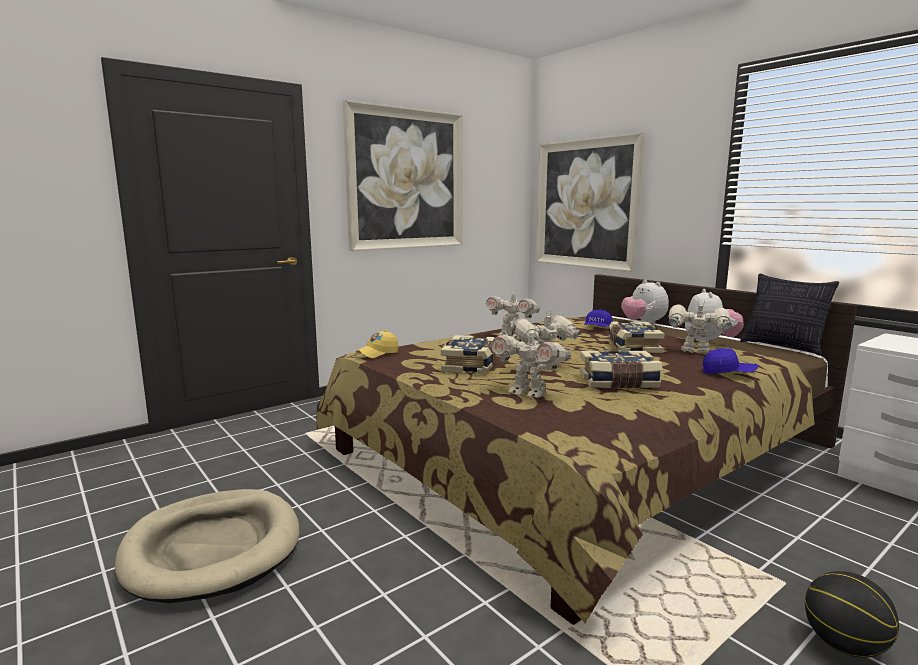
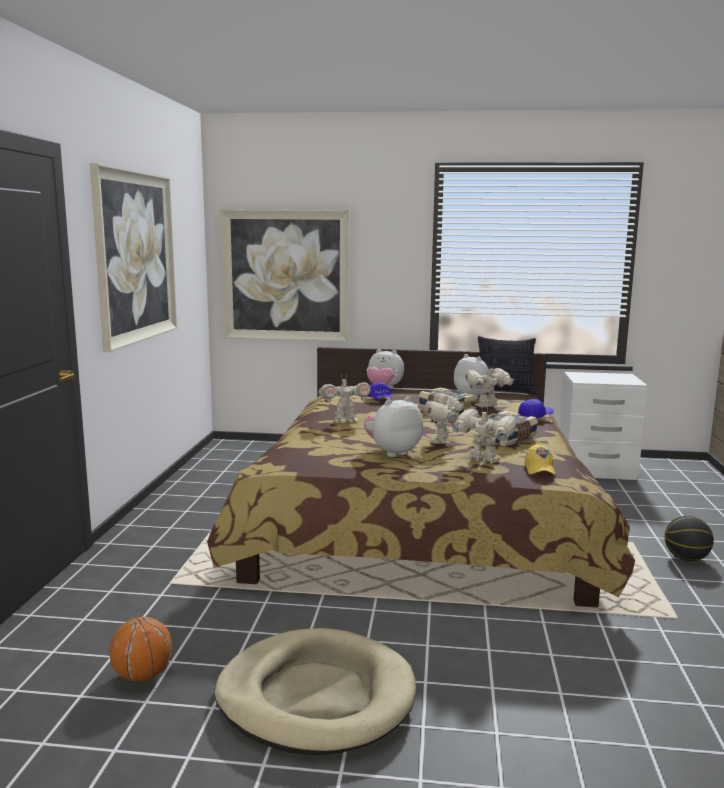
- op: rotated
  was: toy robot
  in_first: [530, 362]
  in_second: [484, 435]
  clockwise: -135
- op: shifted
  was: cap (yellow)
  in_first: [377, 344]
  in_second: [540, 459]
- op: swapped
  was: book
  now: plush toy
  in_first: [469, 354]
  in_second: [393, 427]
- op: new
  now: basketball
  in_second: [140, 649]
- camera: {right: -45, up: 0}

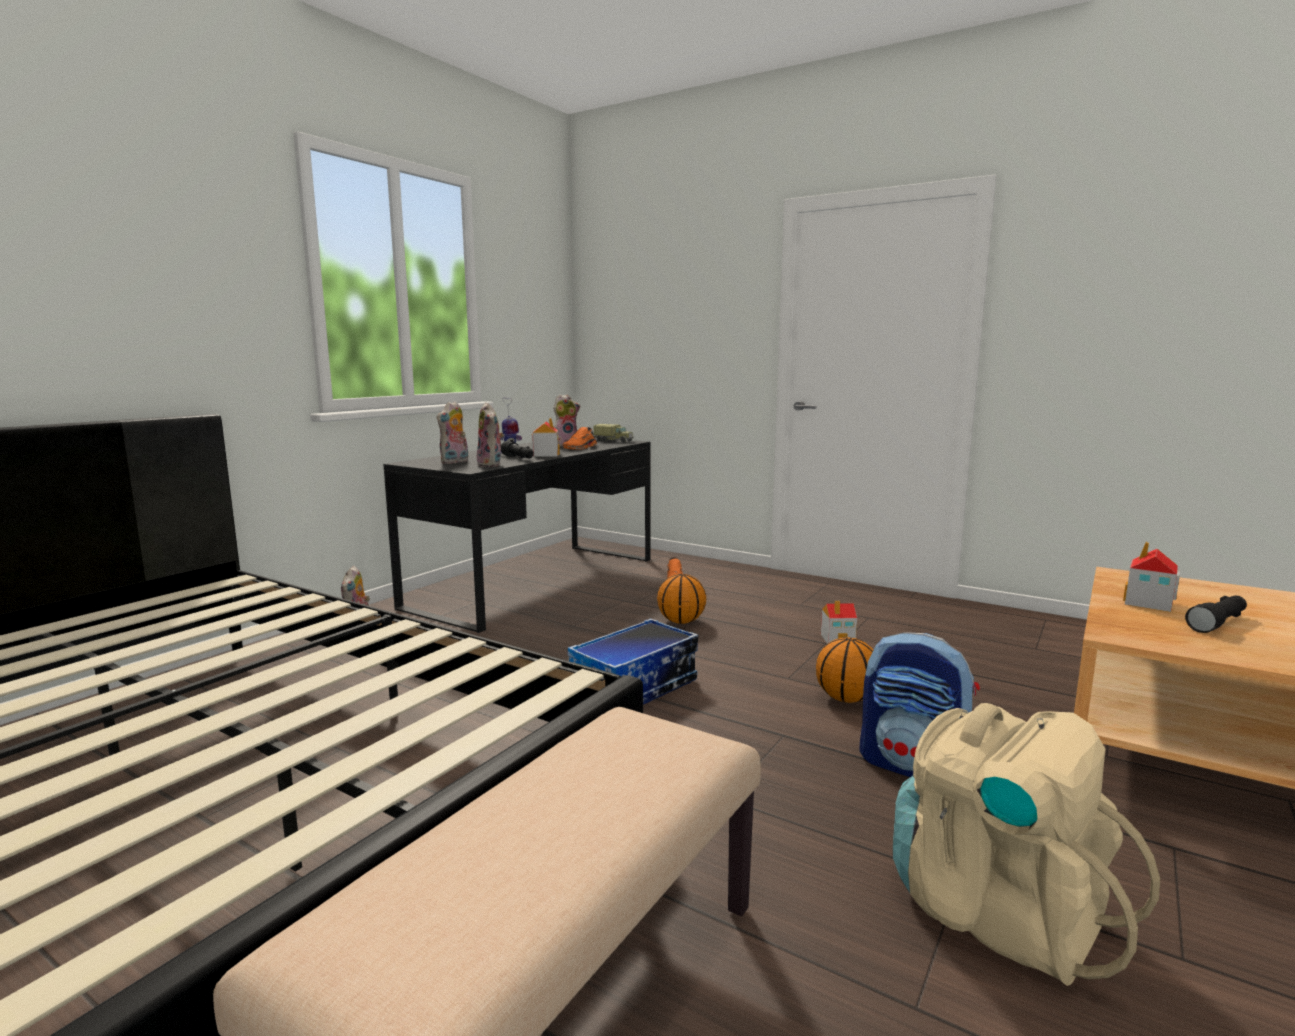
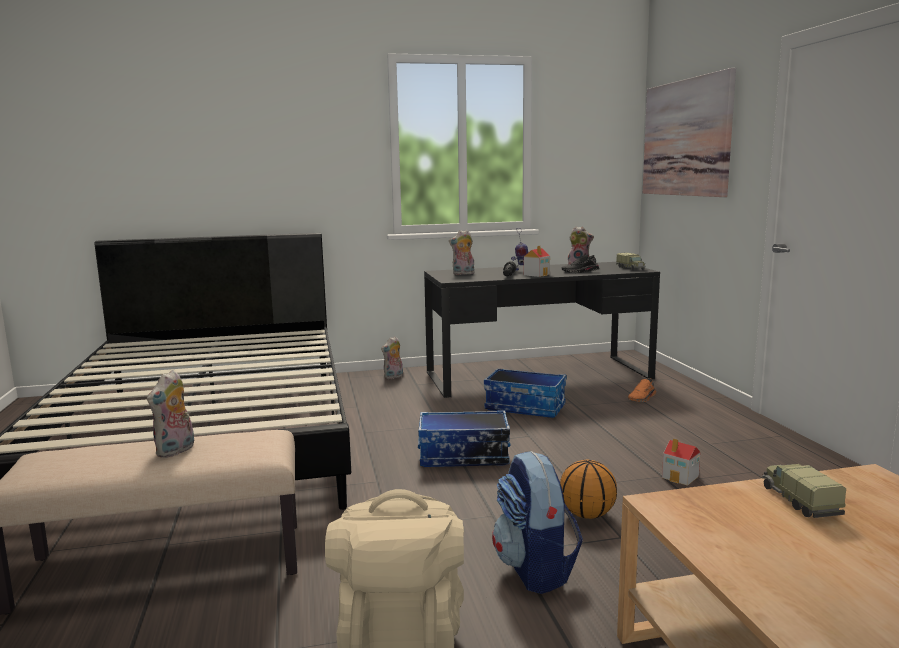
- op: shifted
  was: plush toy
  in_first: [490, 434]
  in_second: [170, 414]
- op: repainted
  was: shoe (orange)
  now: shoe (black)
  in_first: [580, 438]
  in_second: [581, 263]
- op: swapped
  was: toy house
  now: toy truck
  in_first: [1151, 577]
  in_second: [804, 491]
- op: gone
  was: basketball
  in_first: [681, 599]
- op: gone
  was: flashlight (black)
  in_first: [1216, 614]
- op: new
  now: picture
  in_second: [689, 132]
- op: new
  now: storage box
  in_second: [525, 393]
- camera: {right: 45, up: 0}

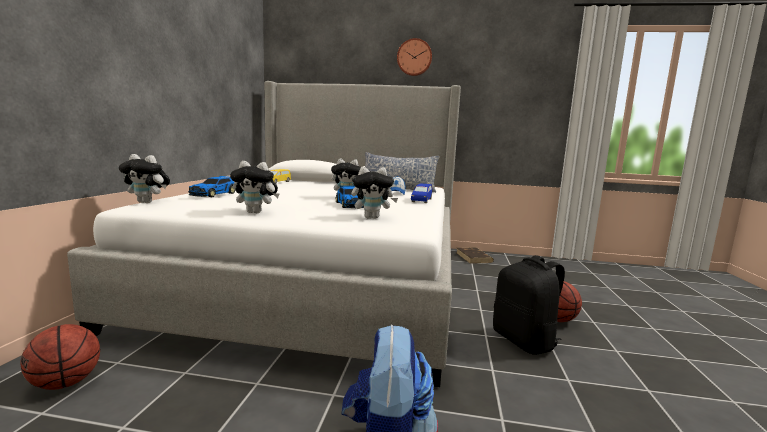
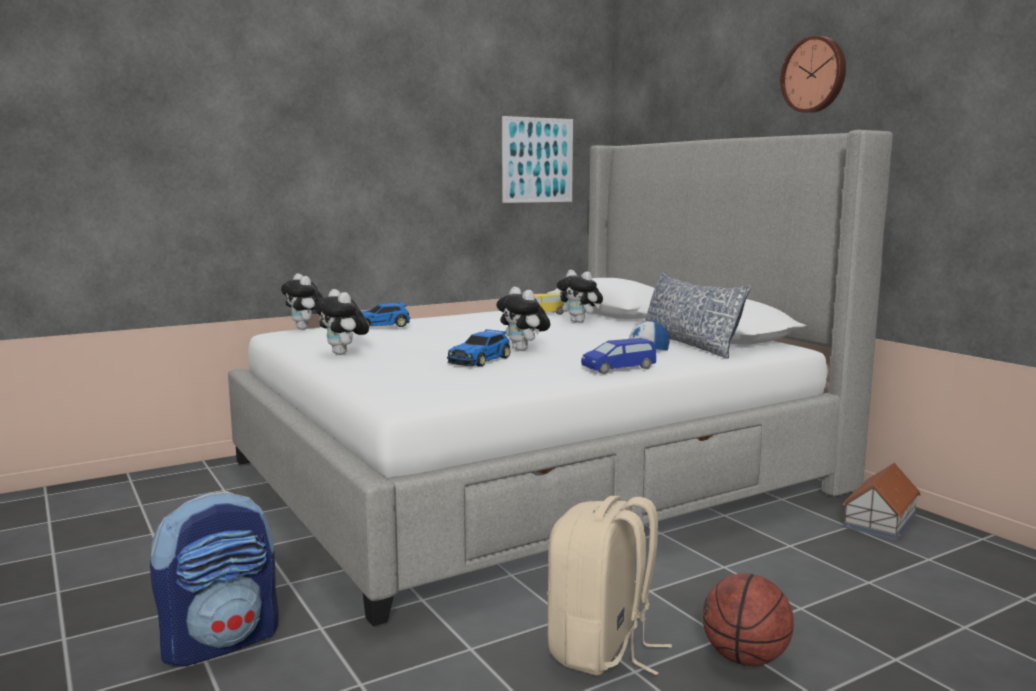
- op: shifted
  was: plush toy
  in_first: [374, 192]
  in_second: [580, 296]
- op: swapped
  was: book (brown)
  now: toy house
  in_first: [475, 256]
  in_second: [881, 501]
- op: repainted
  was: backpack (black)
  now: backpack (beige)
  in_first: [529, 305]
  in_second: [609, 586]
- op: gone
  was: basketball
  in_first: [60, 357]
- op: new
  now: picture
  in_second: [537, 159]
- camera: {right: 50, up: 0}

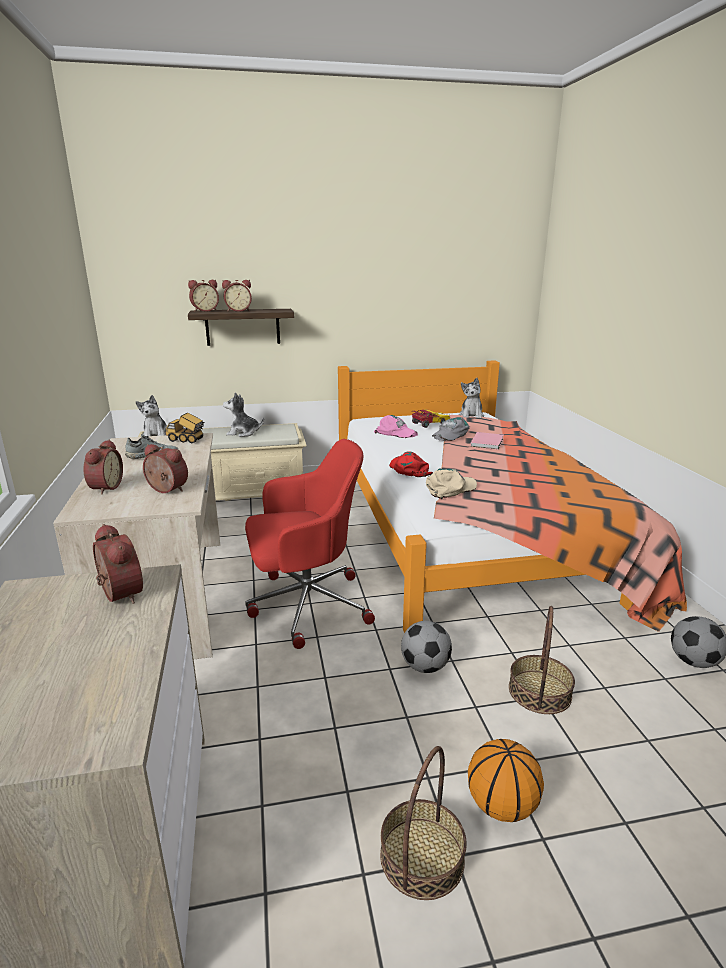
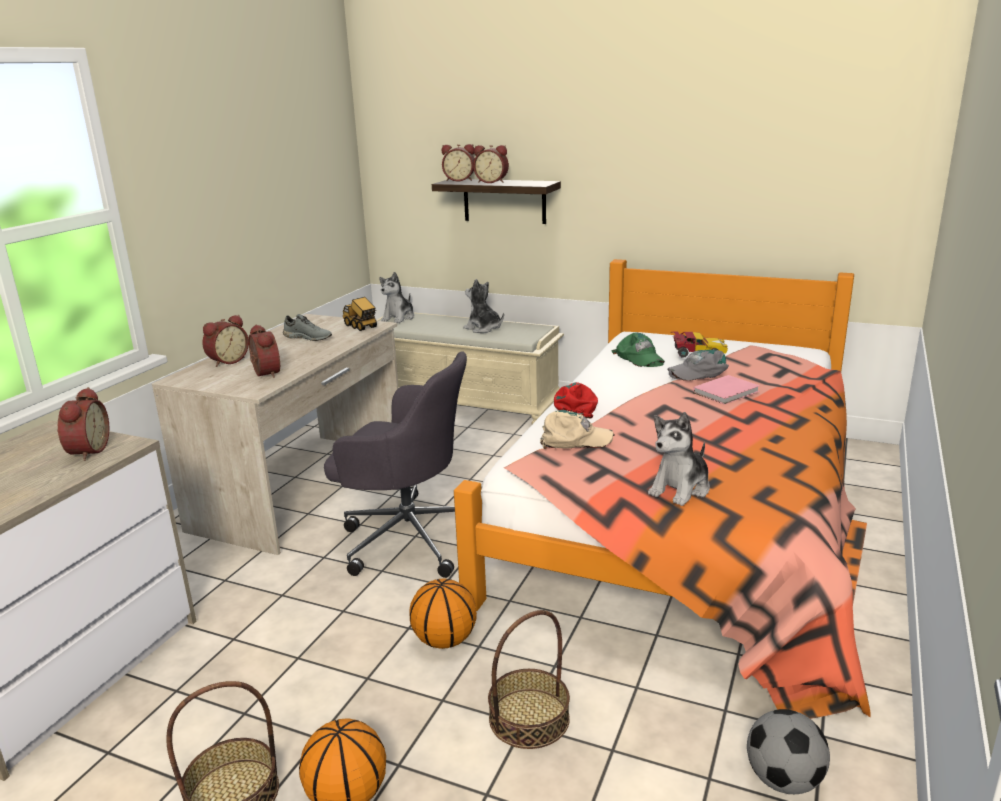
- op: shifted
  was: plush toy
  in_first: [471, 398]
  in_second: [679, 459]
- op: repainted
  was: cap (pink)
  now: cap (green)
  in_first: [396, 426]
  in_second: [638, 349]
- op: repainted
  was: office chair (red)
  now: office chair (grey)
  in_first: [310, 544]
  in_second: [395, 464]
- op: swapped
  was: football
  now: basketball
  in_first: [426, 647]
  in_second: [443, 613]
- camera: {right: 35, up: 0}

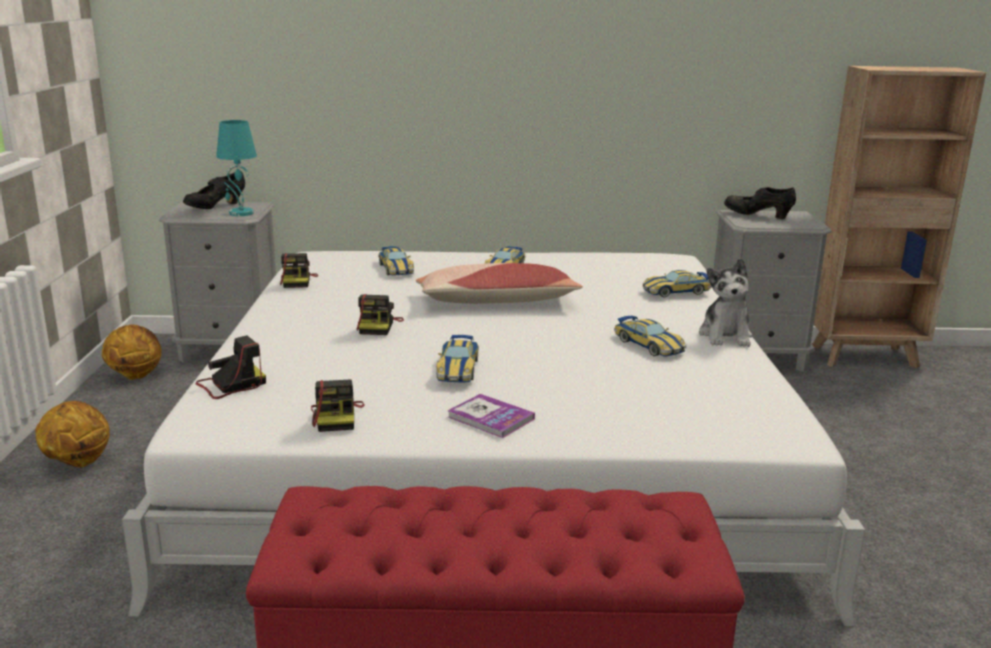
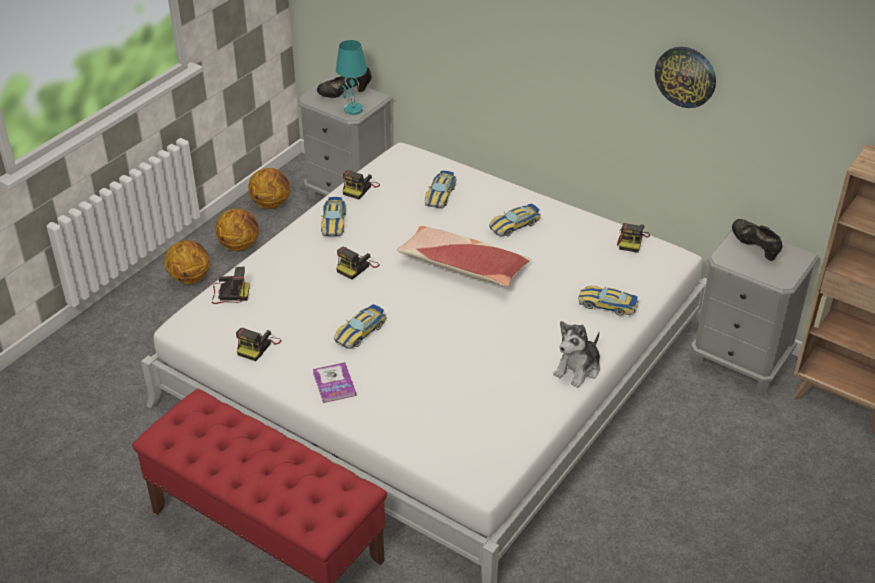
- op: shifted
  was: toy car
  in_first: [650, 336]
  in_second: [333, 216]
- op: new
  now: wall clock
  in_second: [685, 77]
- op: new
  now: basketball
  in_second: [237, 230]
- op: new
  now: photo camera
  in_second: [633, 238]
- camera: {right: 35, up: 20}

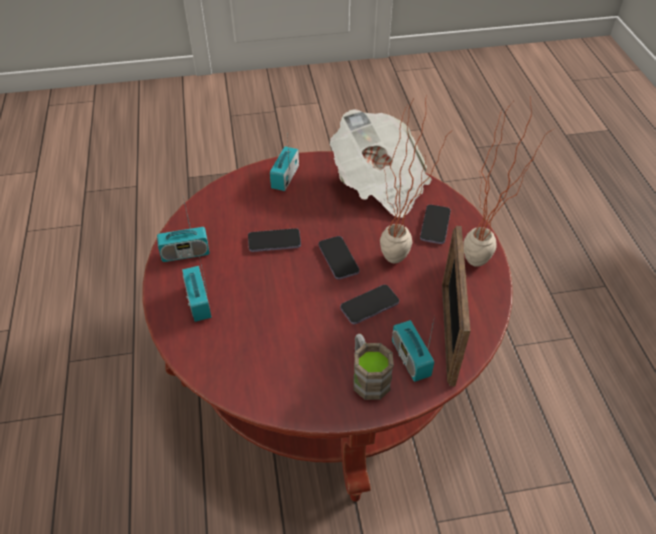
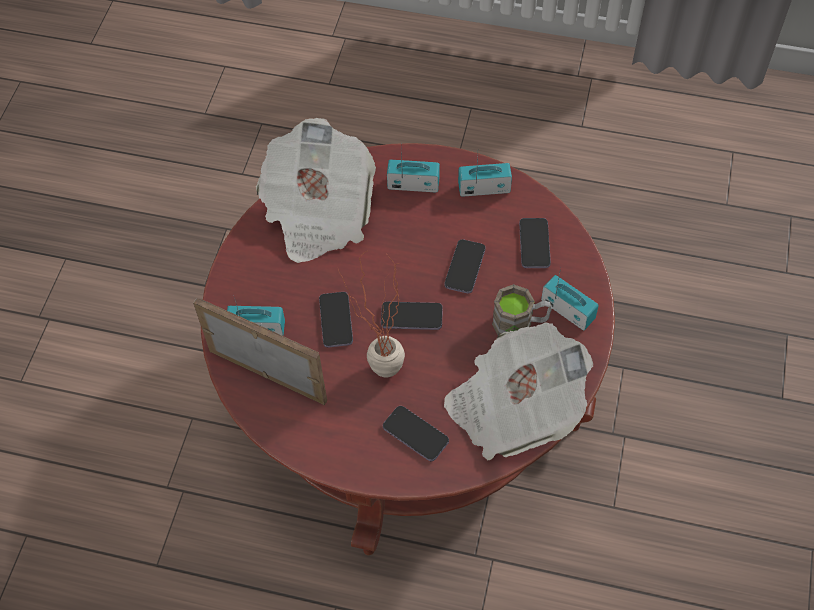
- op: gone
  was: potted plant
  in_first: [509, 182]
- op: rotated
  was: radio
  in_first: [183, 229]
  in_second: [485, 176]
  clockwise: 75
- op: shifted
  was: mug (brown)
  in_first: [373, 367]
  in_second: [522, 310]
- op: new
  now: newspaper
  in_second: [316, 190]
- op: new
  now: phone
  in_second: [535, 243]
- camera: {right: 115, up: 10}

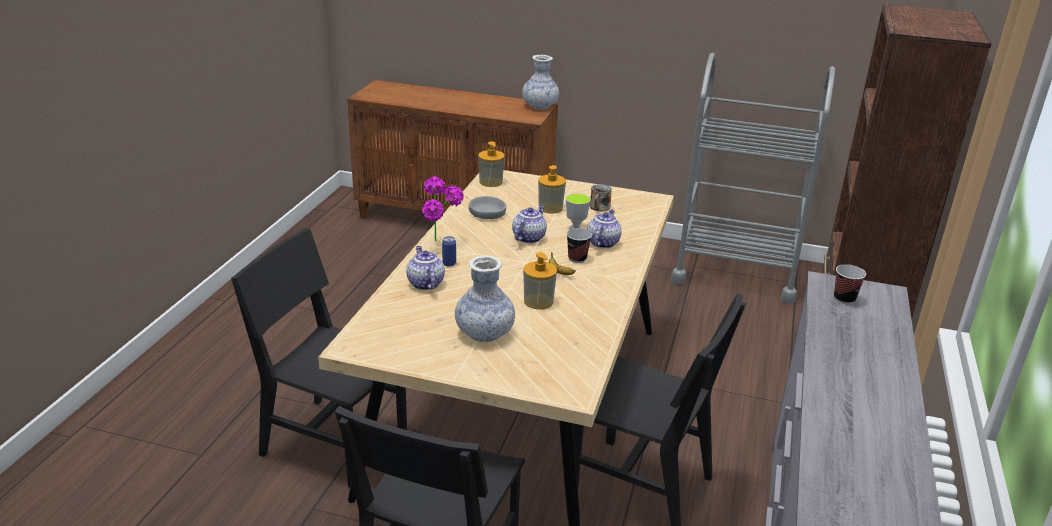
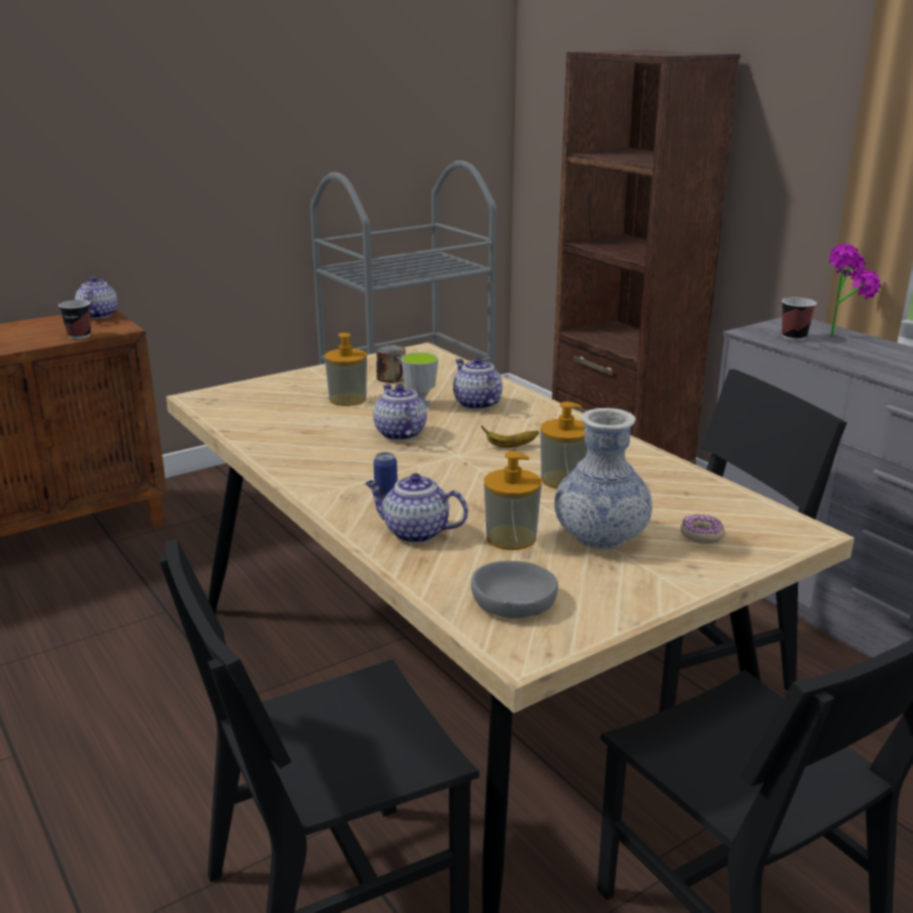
- op: swapped
  was: vase
  now: teapot
  in_first: [540, 82]
  in_second: [96, 298]
- op: shifted
  was: soap dispenser
  in_first: [491, 164]
  in_second: [513, 500]
- op: shifted
  was: potted plant
  in_first: [443, 208]
  in_second: [855, 290]
- op: shifted
  was: bowl (grey)
  in_first: [487, 207]
  in_second: [514, 589]
- op: shifted
  was: cup
  in_first: [579, 245]
  in_second: [74, 319]
- op: new
  now: donut
  in_second: [702, 529]
- camera: {right: -50, up: -5}

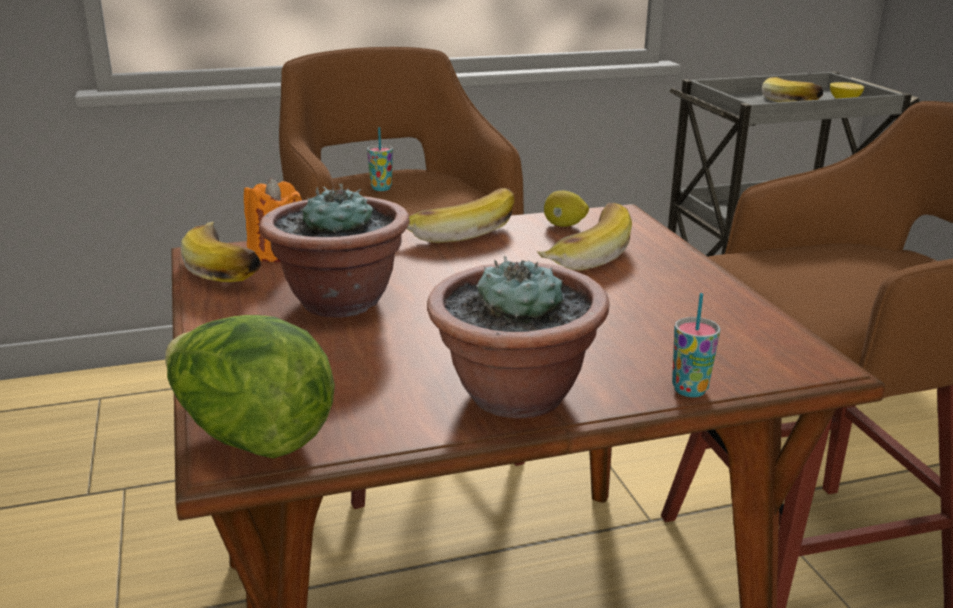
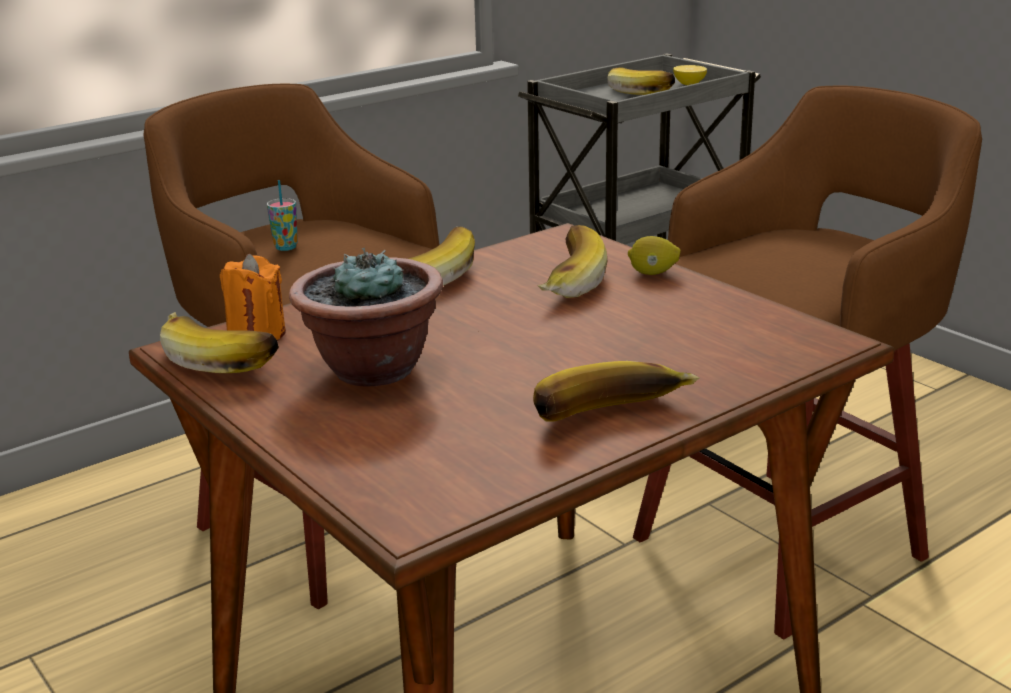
- op: shifted
  was: lemon
  in_first: [566, 209]
  in_second: [654, 255]
- op: swapped
  was: potted plant
  now: banana
  in_first: [518, 337]
  in_second: [616, 391]
- op: gone
  was: cup
  in_first: [696, 345]
- op: gone
  was: lettuce
  in_first: [250, 387]
- camera: {right: -20, up: 0}

